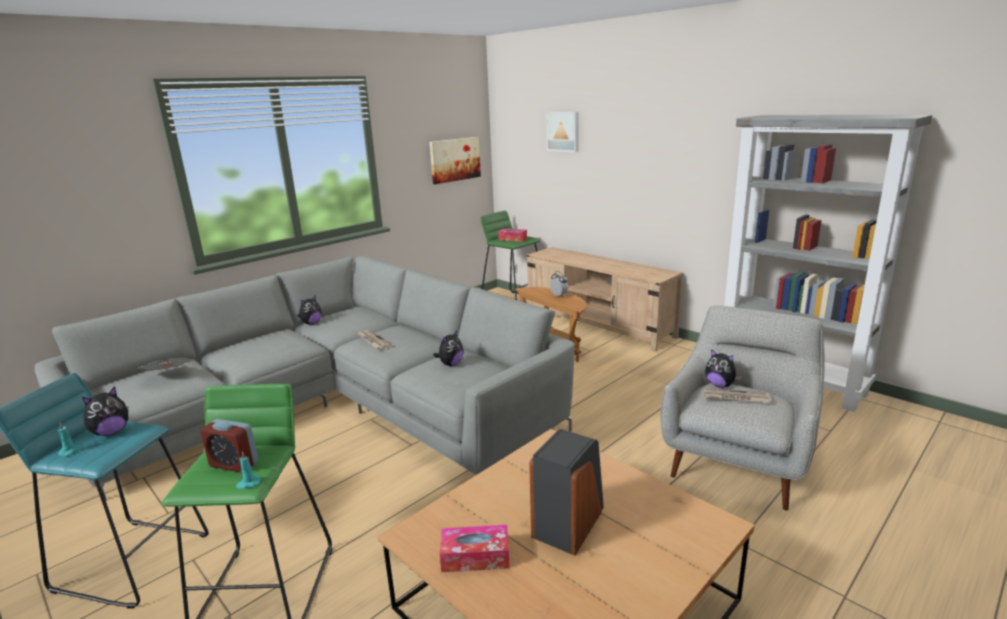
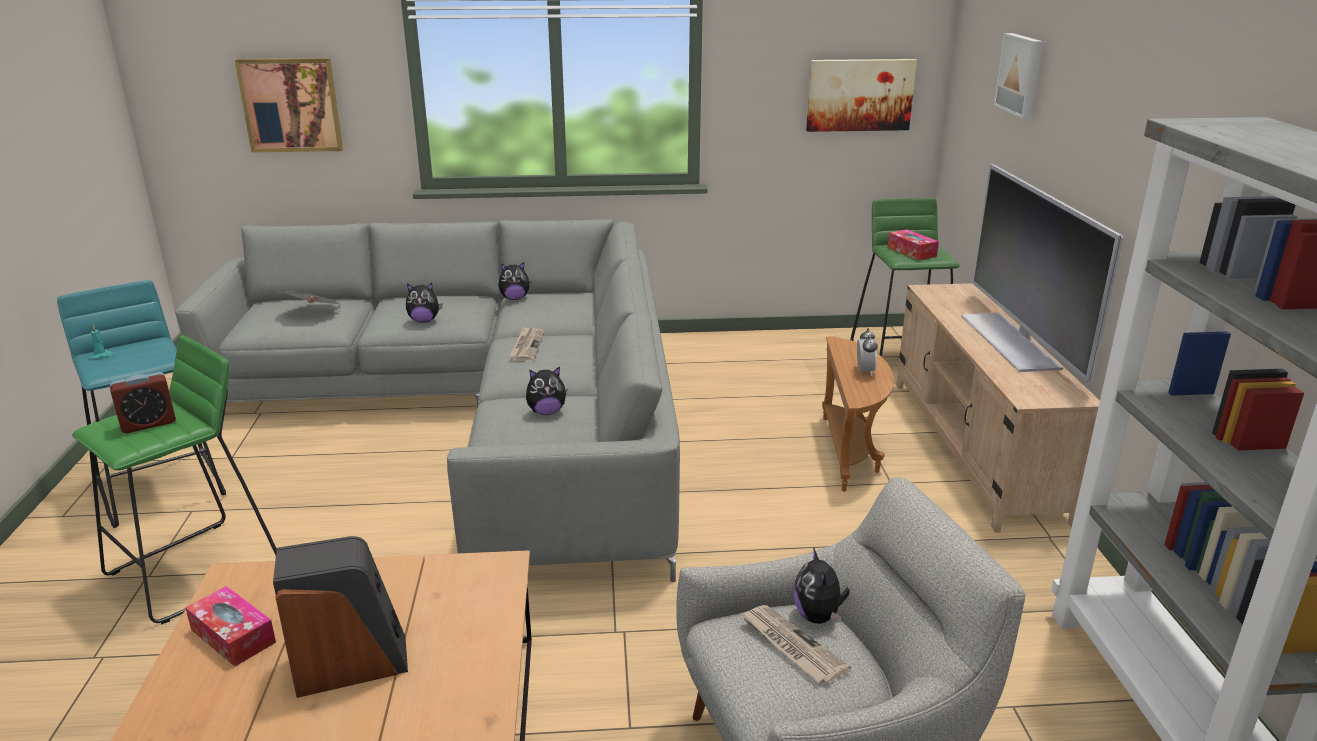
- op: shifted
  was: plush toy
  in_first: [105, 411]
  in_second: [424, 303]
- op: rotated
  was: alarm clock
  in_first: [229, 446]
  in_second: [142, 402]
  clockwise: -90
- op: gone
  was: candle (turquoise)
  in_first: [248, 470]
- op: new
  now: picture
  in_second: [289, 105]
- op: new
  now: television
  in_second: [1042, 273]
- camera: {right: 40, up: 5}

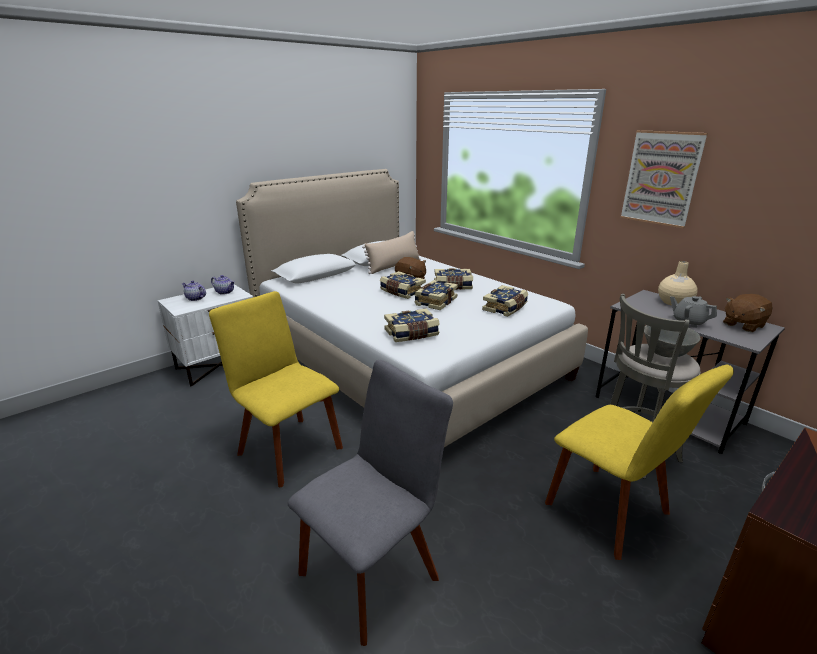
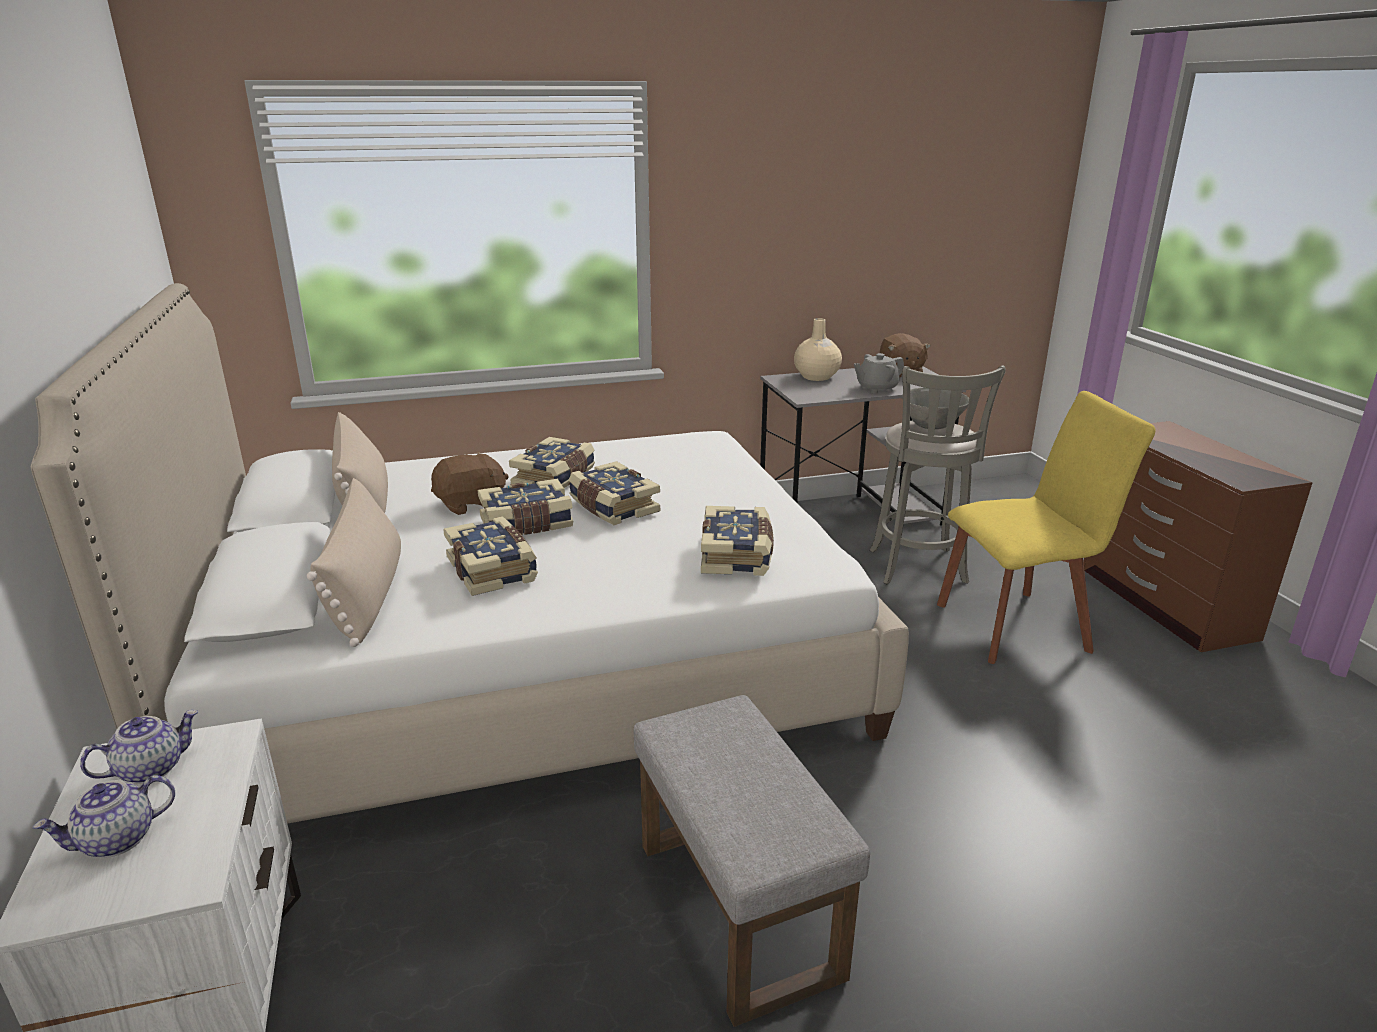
- op: gone
  was: picture
  in_first: [664, 179]
- op: shifted
  was: book
  in_first: [505, 301]
  in_second: [490, 556]
- op: swapped
  was: chair (yellow)
  now: ottoman (grey)
  in_first: [276, 389]
  in_second: [752, 861]
- op: gone
  was: chair (grey)
  in_first: [370, 503]
- op: new
  now: pillow (beige)
  in_second: [354, 562]
- camera: {right: -65, up: 0}

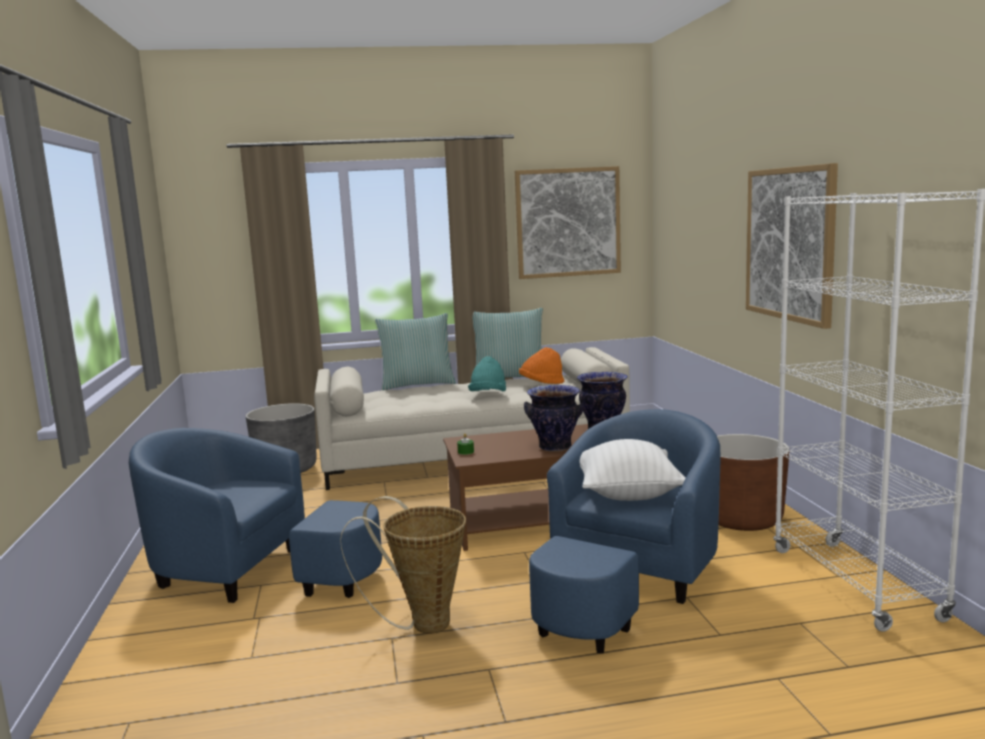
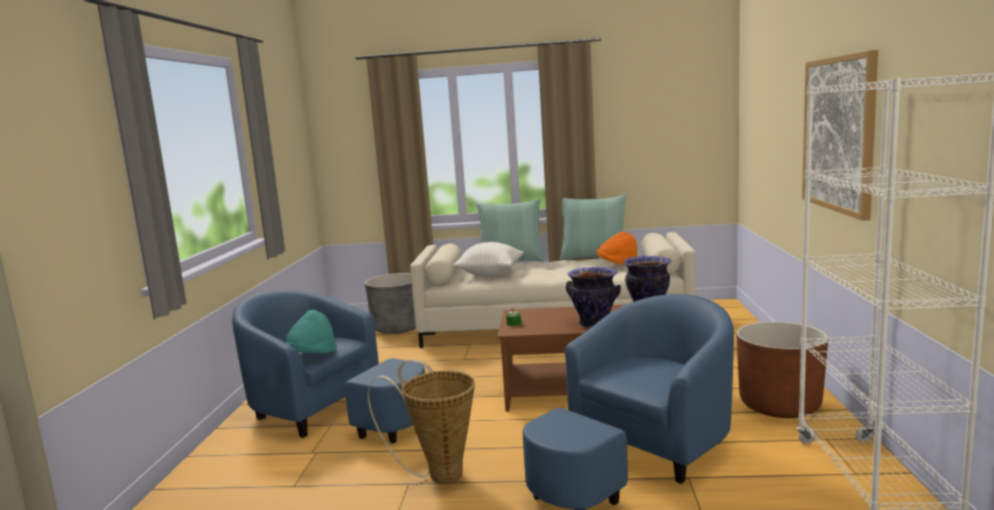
- op: gone
  was: picture
  in_first: [568, 222]
- op: shifted
  was: hat (turquoise)
  in_first: [487, 373]
  in_second: [311, 332]
- op: shifted
  was: pillow (white)
  in_first: [632, 470]
  in_second: [488, 259]
- camera: {right: 15, up: 0}

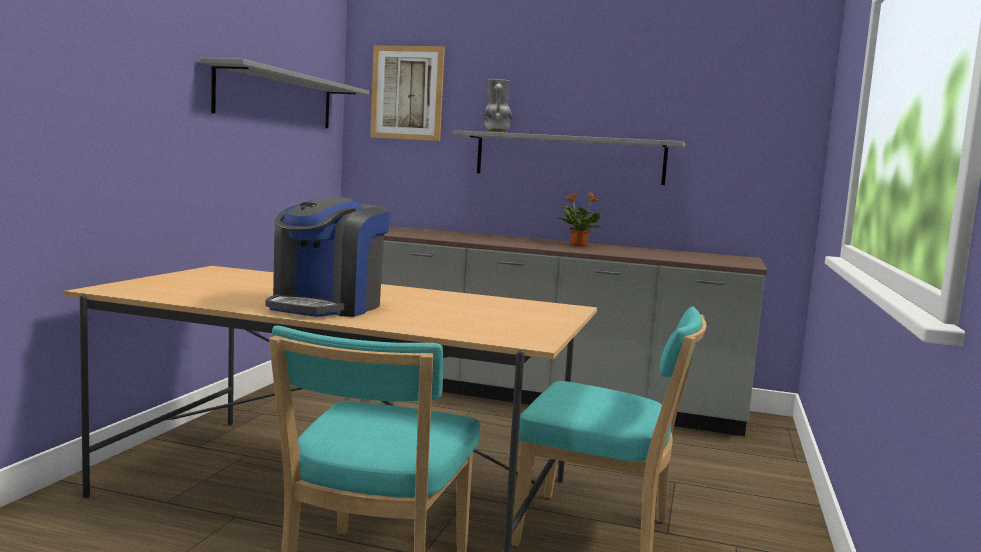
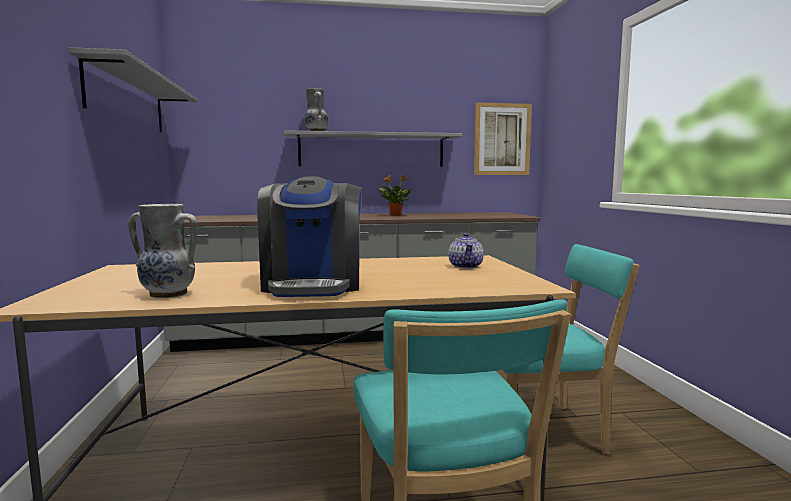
- op: shifted
  was: picture
  in_first: [407, 93]
  in_second: [503, 138]
- op: new
  now: vase
  in_second: [163, 251]
- op: new
  now: teapot
  in_second: [466, 251]
- camera: {right: -25, up: 0}

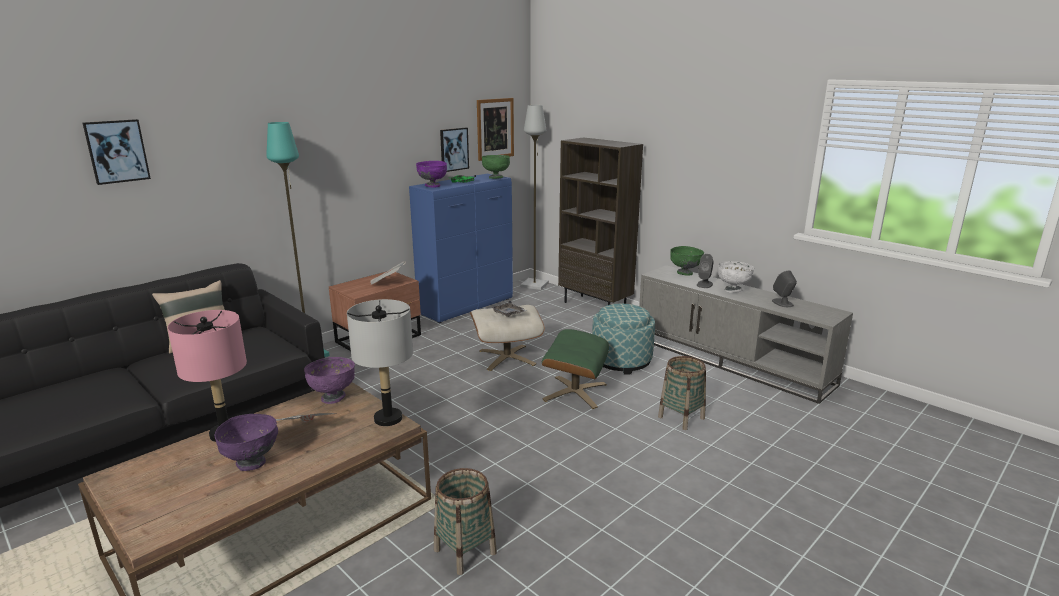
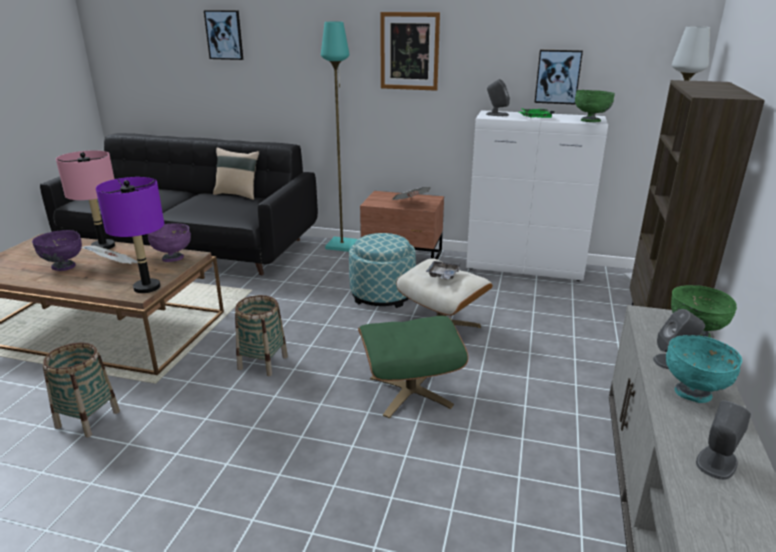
- op: shifted
  was: picture
  in_first: [495, 129]
  in_second: [410, 51]
- op: swapped
  was: bowl (purple)
  now: speaker (grey)
  in_first: [431, 174]
  in_second: [498, 97]
- op: repainted
  was: cabinet (blue)
  now: cabinet (white)
  in_first: [461, 248]
  in_second: [537, 195]
- op: repainted
  was: bowl (white)
  now: bowl (turquoise)
  in_first: [736, 277]
  in_second: [704, 369]
- op: repainted
  was: table lamp (grey)
  now: table lamp (purple)
  in_first: [380, 362]
  in_second: [130, 235]
- op: shifted
  was: ottoman
  in_first: [623, 339]
  in_second: [382, 270]
- op: shifted
  was: basket
  in_first: [682, 393]
  in_second: [261, 335]
- camera: {right: 60, up: 5}

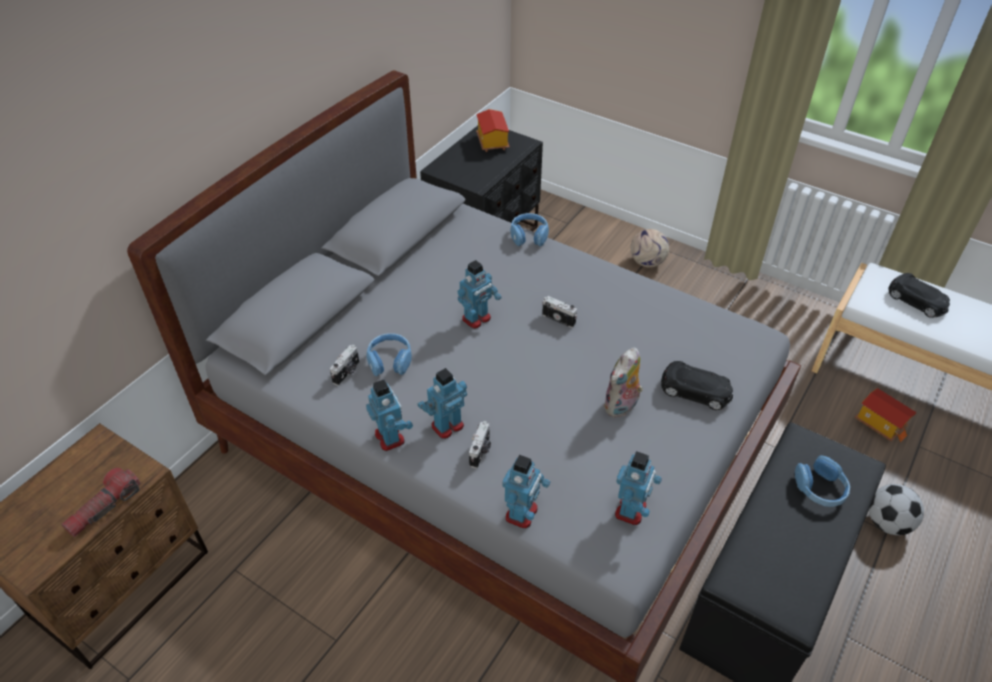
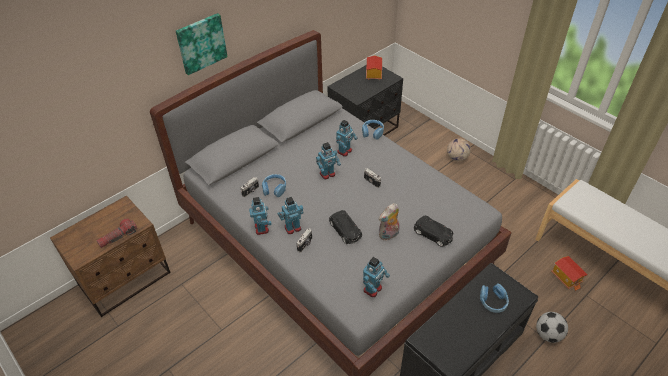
- op: shifted
  was: toy car (black)
  in_first: [919, 295]
  in_second: [345, 227]
- op: shifted
  was: toy robot
  in_first: [526, 492]
  in_second: [347, 138]
- op: new
  now: picture
  in_second: [202, 44]
- camera: {right: 15, up: 0}

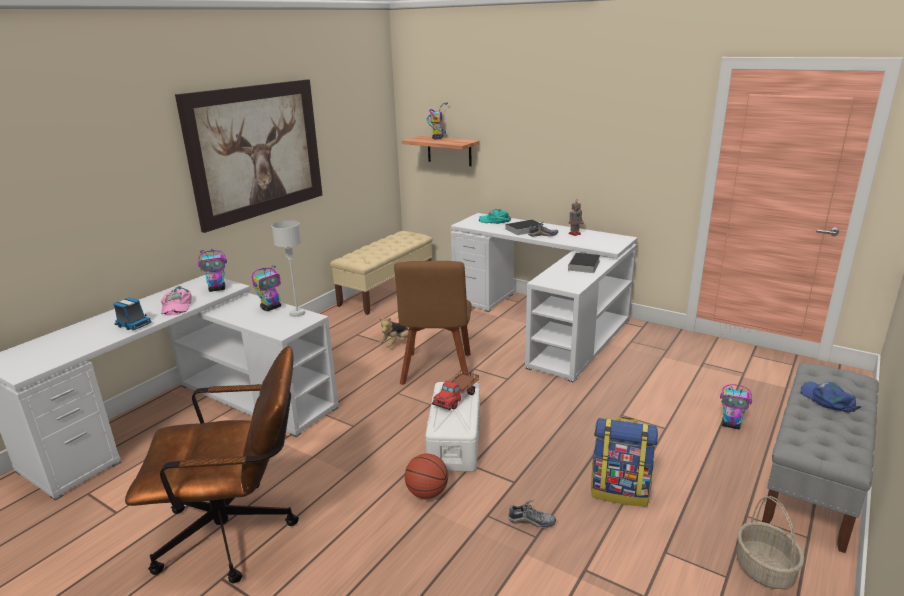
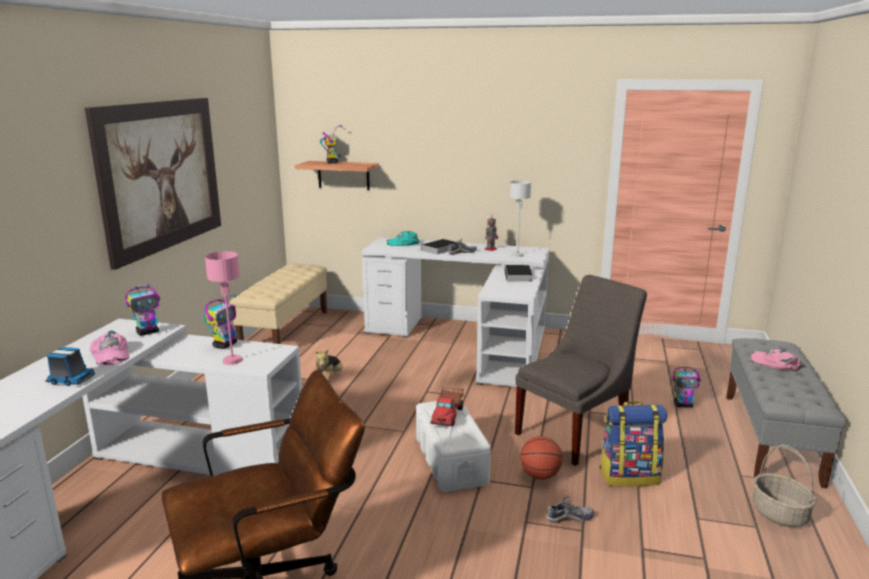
- op: shifted
  was: table lamp (grey)
  in_first: [289, 268]
  in_second: [520, 218]
- op: gone
  was: chair (brown)
  in_first: [433, 323]
- op: repainted
  was: cap (blue)
  now: cap (pink)
  in_first: [831, 397]
  in_second: [776, 359]
- op: shifted
  was: basketball
  in_first: [426, 476]
  in_second: [541, 458]
- op: new
  now: table lamp (pink)
  in_second: [224, 308]
- op: new
  now: chair (grey)
  in_second: [581, 370]
- camera: {right: -20, up: -5}

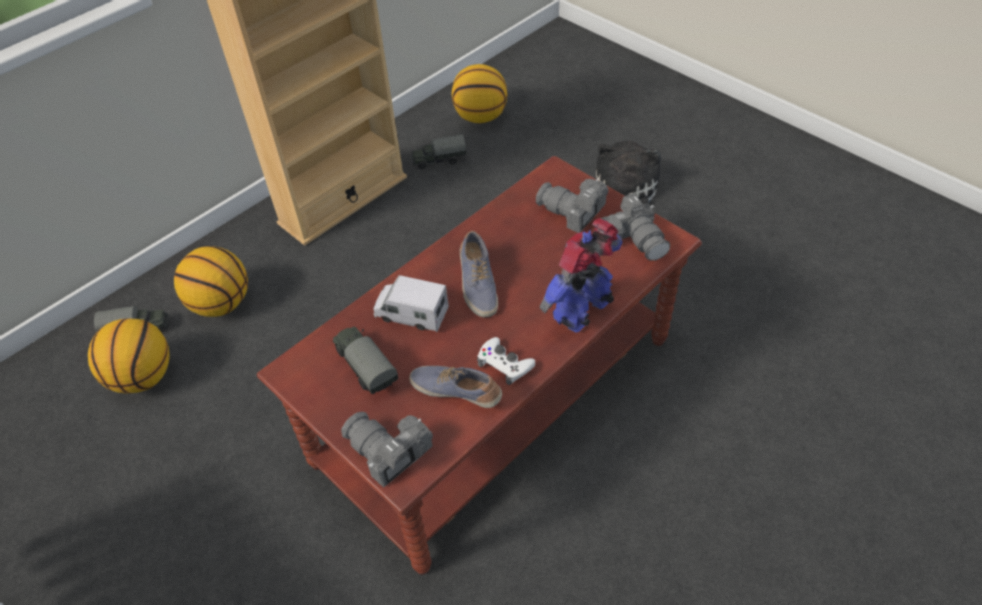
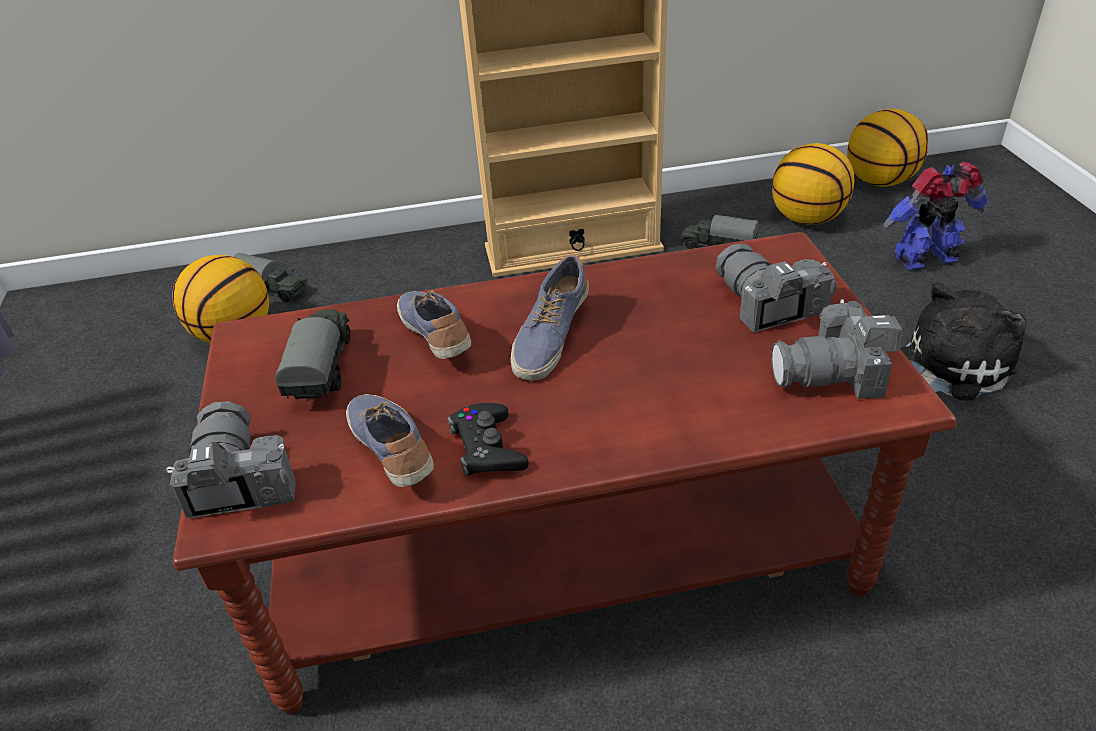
- op: rotated
  was: photo camera
  in_first: [635, 227]
  in_second: [836, 349]
  clockwise: 75
- op: shifted
  was: toy robot
  in_first: [581, 275]
  in_second: [935, 216]
- op: shifted
  was: basketball
  in_first: [211, 281]
  in_second: [887, 148]
- op: swapped
  was: toy truck
  now: shoe
  in_first: [411, 303]
  in_second: [434, 324]
- op: repainted
  was: game controller (white)
  now: game controller (black)
  in_first: [506, 361]
  in_second: [488, 439]
- camera: {right: 35, up: -10}

